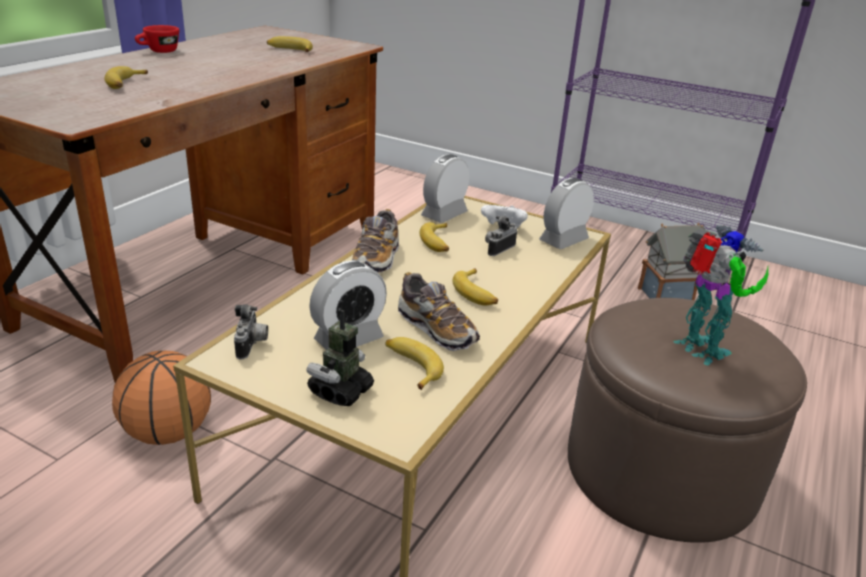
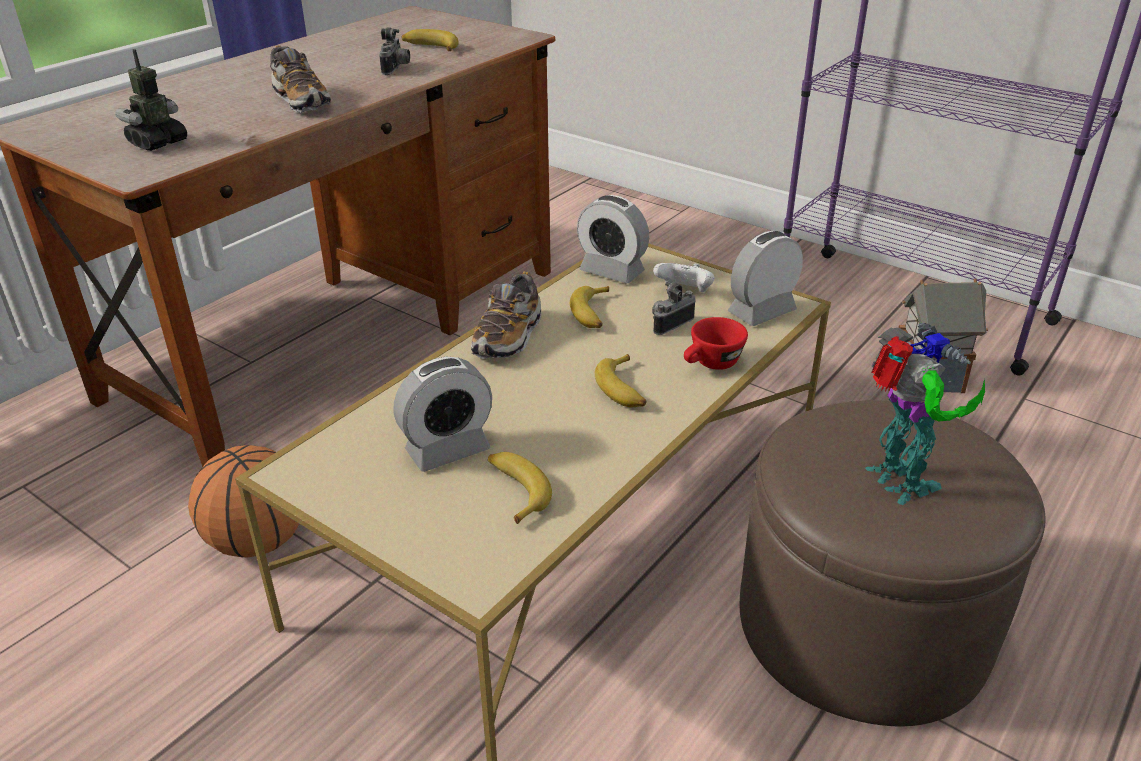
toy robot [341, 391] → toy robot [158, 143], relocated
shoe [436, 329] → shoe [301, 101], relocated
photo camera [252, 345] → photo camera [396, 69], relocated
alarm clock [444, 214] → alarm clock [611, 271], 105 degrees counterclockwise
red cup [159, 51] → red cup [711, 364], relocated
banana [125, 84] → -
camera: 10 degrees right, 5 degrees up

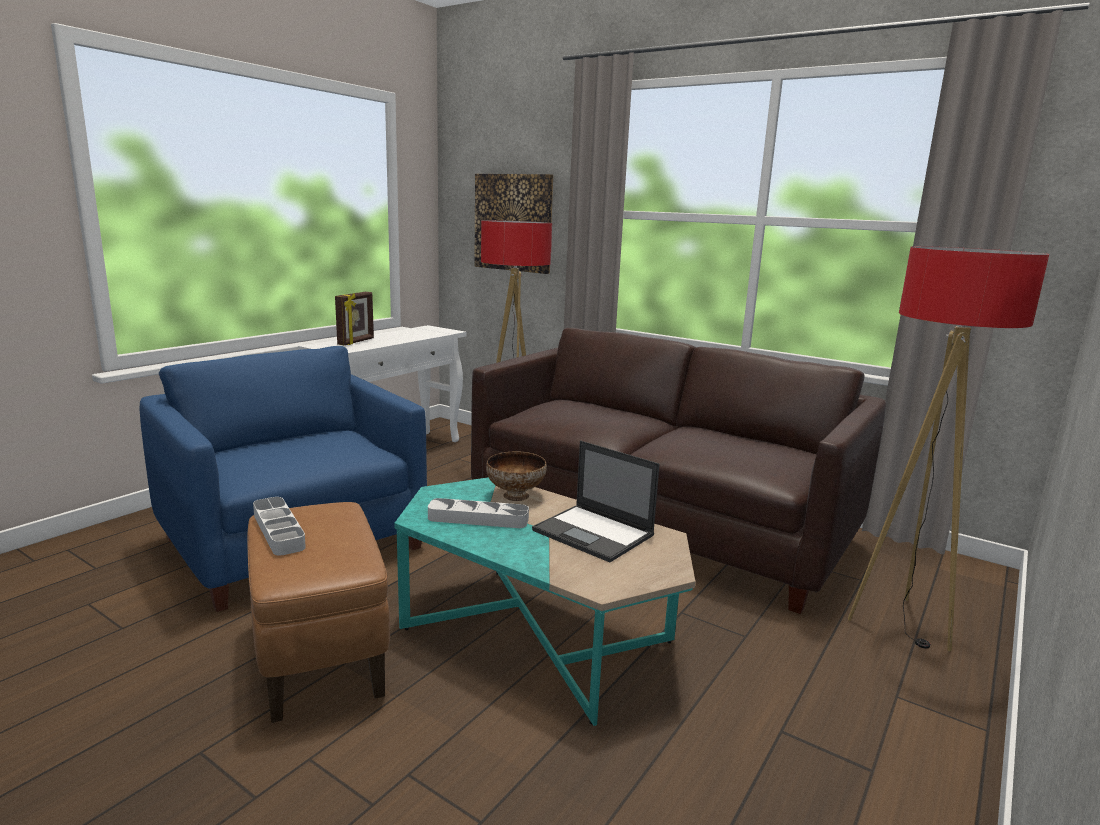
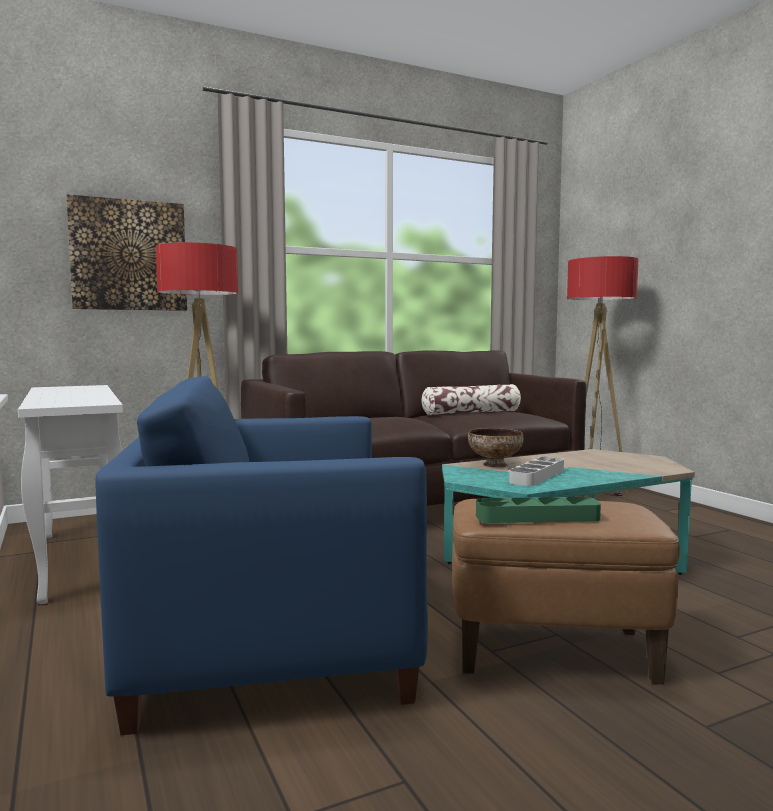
- → pillow [471, 412]
grey tray [278, 530] → green tray [537, 517]
picture frame [356, 342] → -
laptop [594, 533] → -
camera: 60 degrees left, 10 degrees down

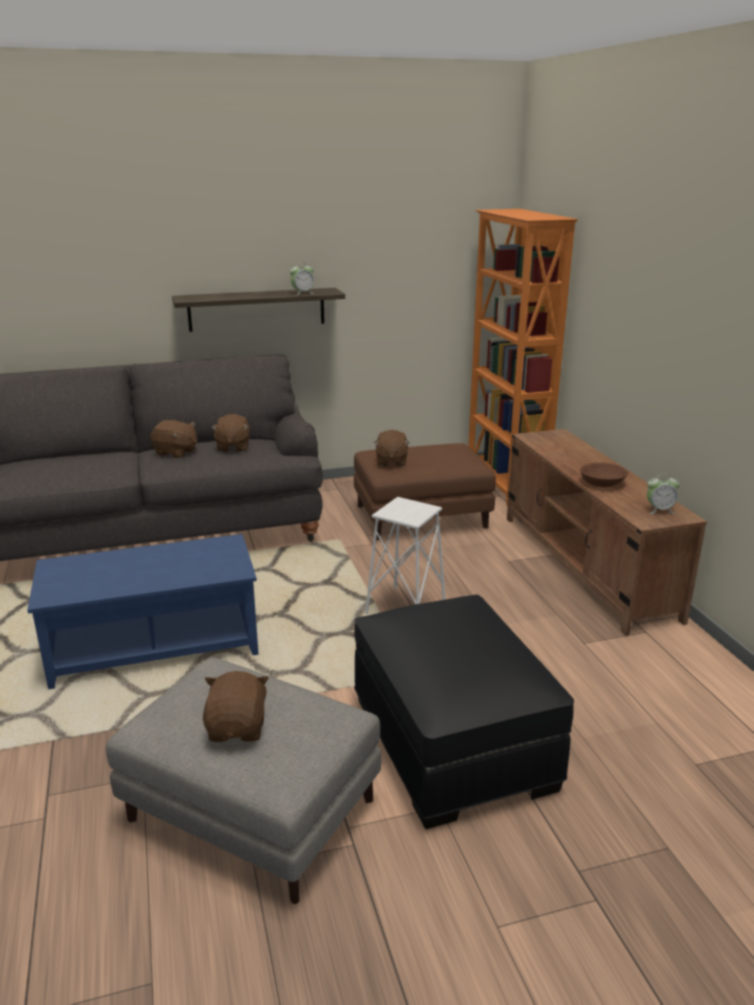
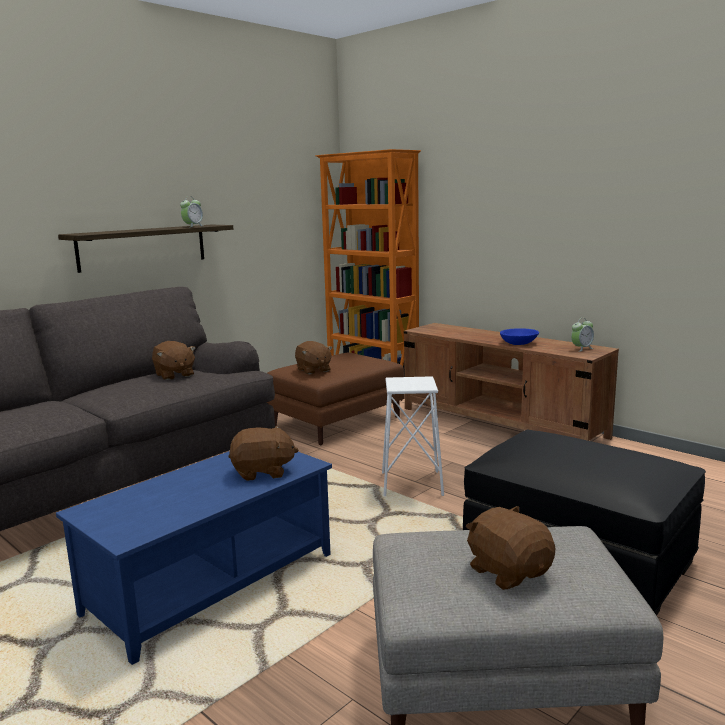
brown plush toy [176, 452] → brown plush toy [263, 472], relocated
brown bowl [602, 483] → blue bowl [518, 343]
camera: 30 degrees left, 10 degrees down

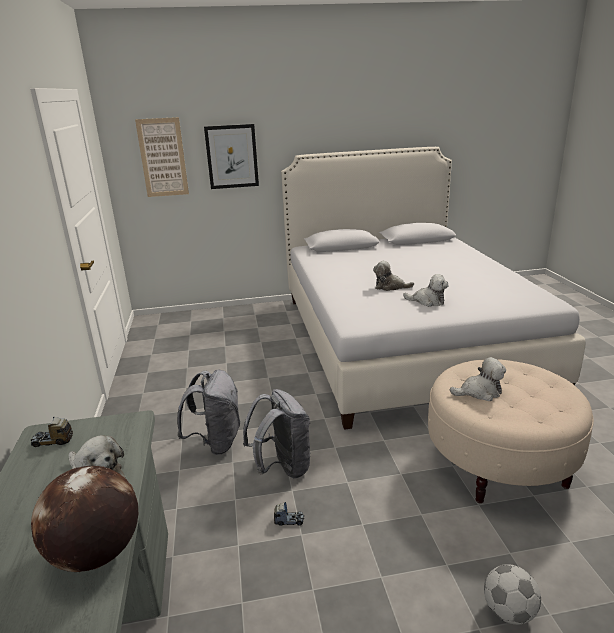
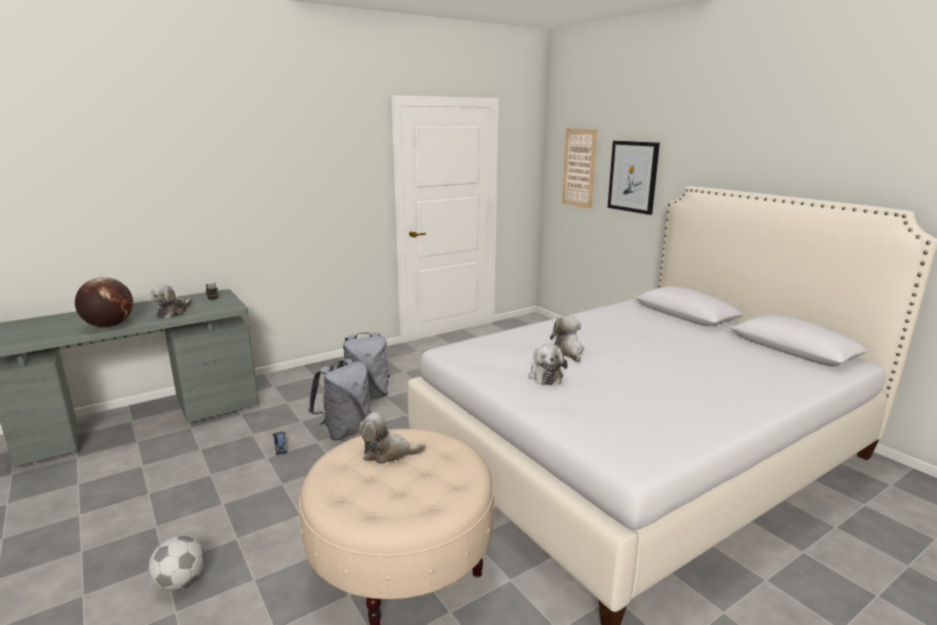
plush toy [479, 392] → plush toy [387, 453], 120 degrees clockwise
camera: 65 degrees right, 5 degrees down

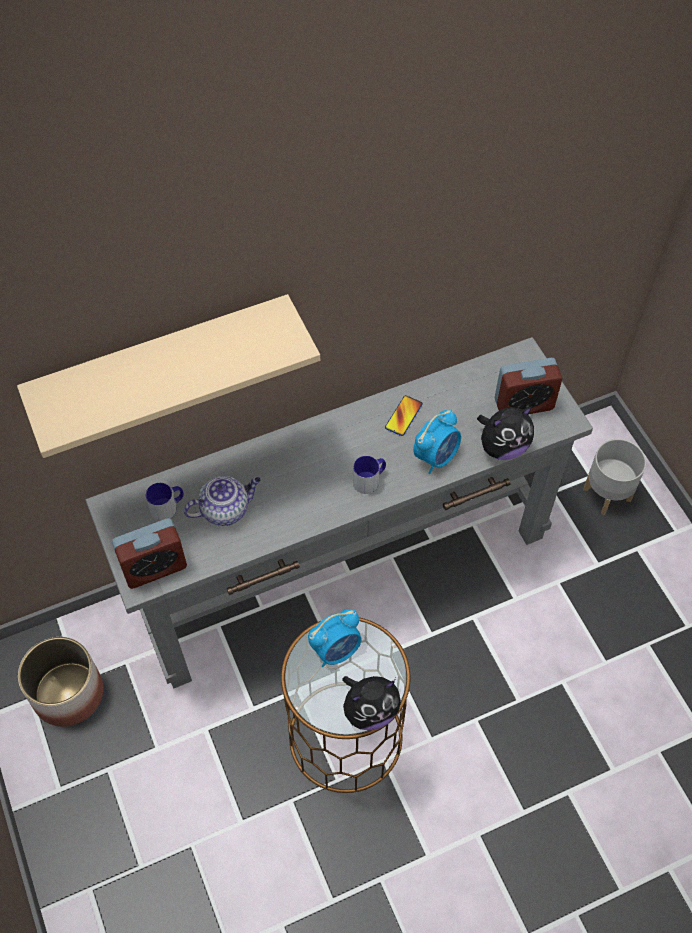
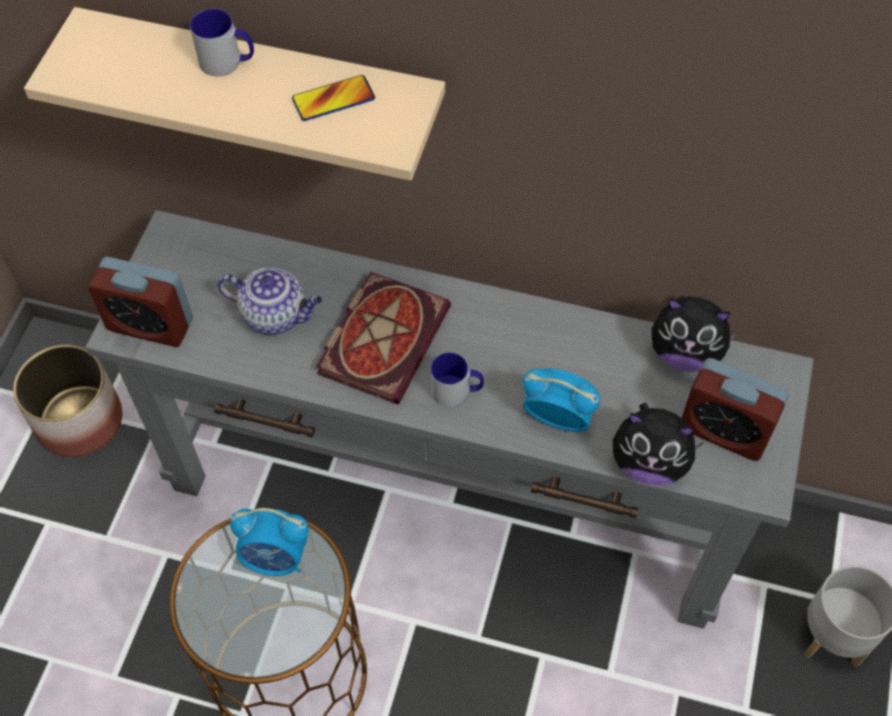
mug [168, 507] → mug [228, 62], relocated
phone [403, 416] → phone [333, 99], relocated
- → book [383, 337]
alarm clock [436, 456] → alarm clock [558, 418], 150 degrees counterclockwise
plush toy [370, 710] → plush toy [685, 353], relocated
camera: 40 degrees right, 0 degrees up

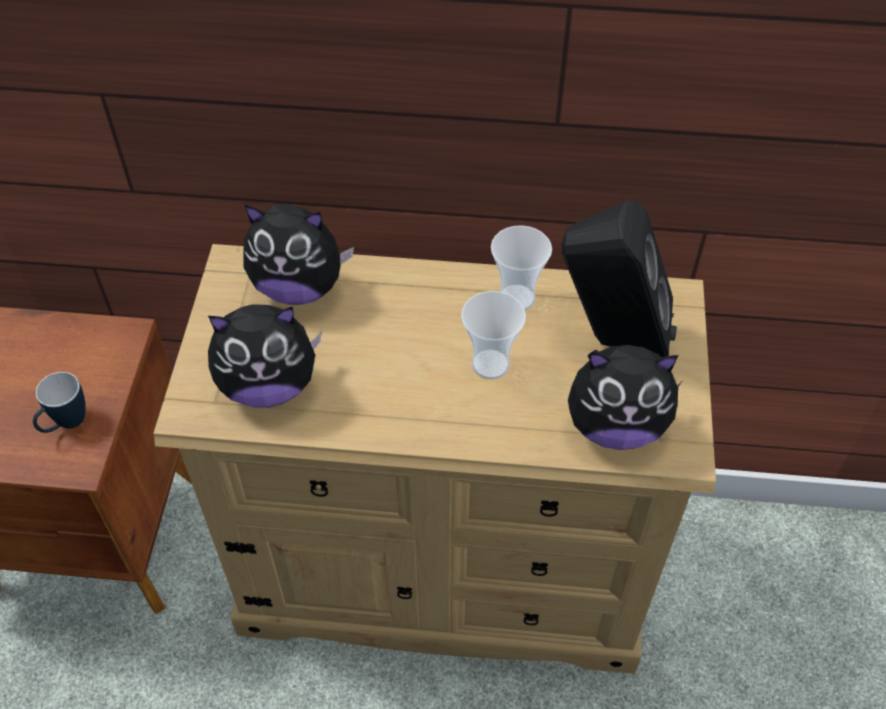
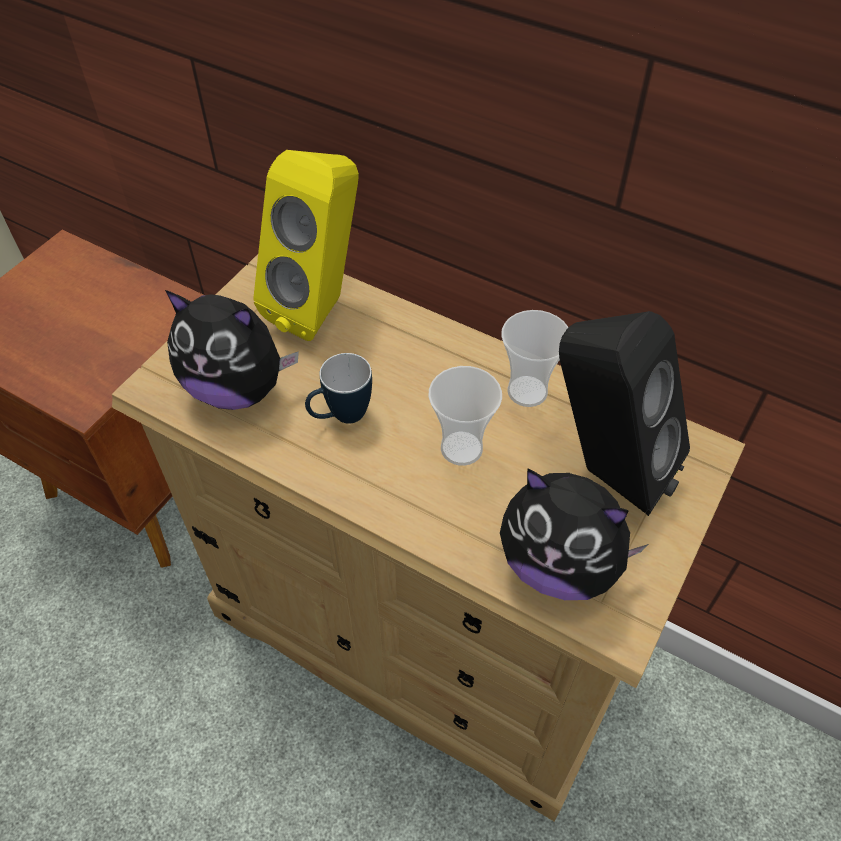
plush toy [299, 287] → yellow speaker [321, 307]
mug [66, 425] → mug [341, 417], relocated
camera: 25 degrees right, 0 degrees up

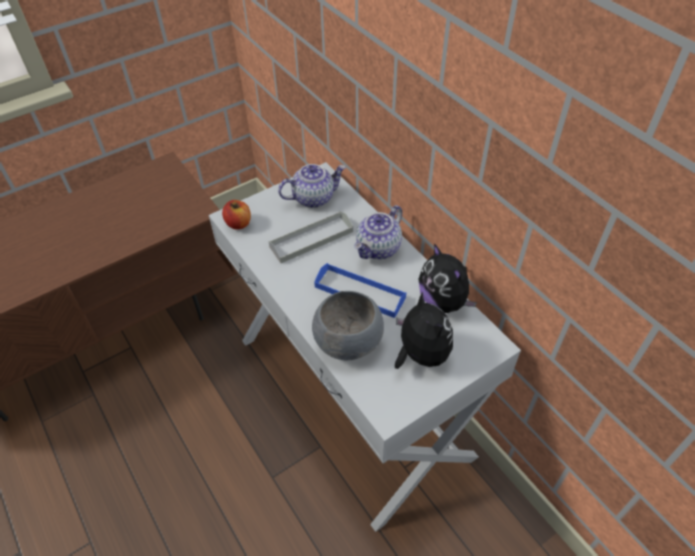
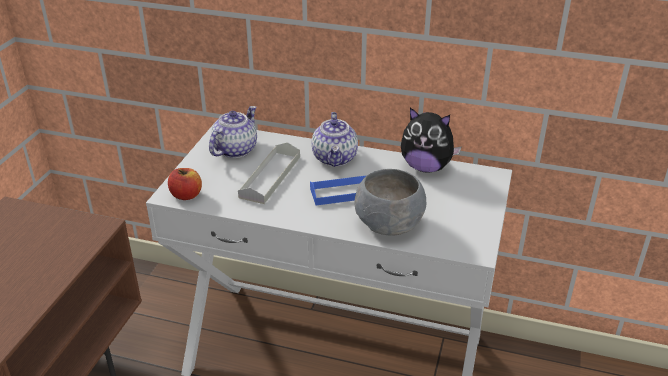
plush toy [420, 354] → -
camera: 40 degrees left, 15 degrees down

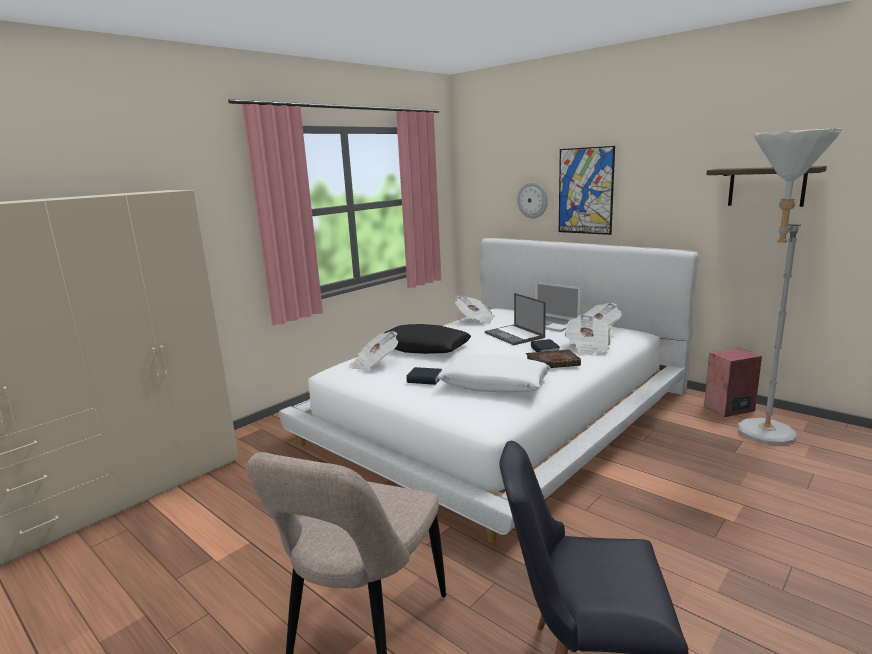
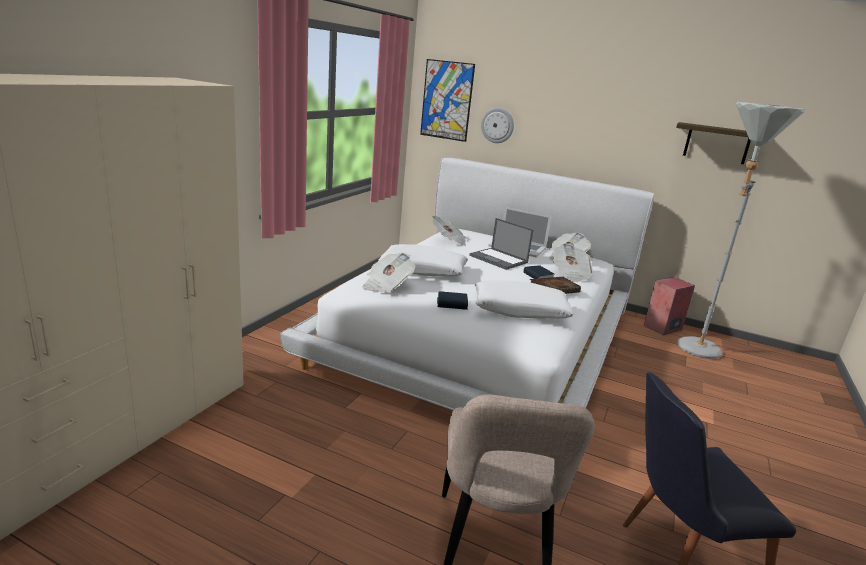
black pillow [424, 348] → white pillow [423, 270]
picture [585, 191] → picture [446, 100], relocated
camera: 20 degrees left, 5 degrees up

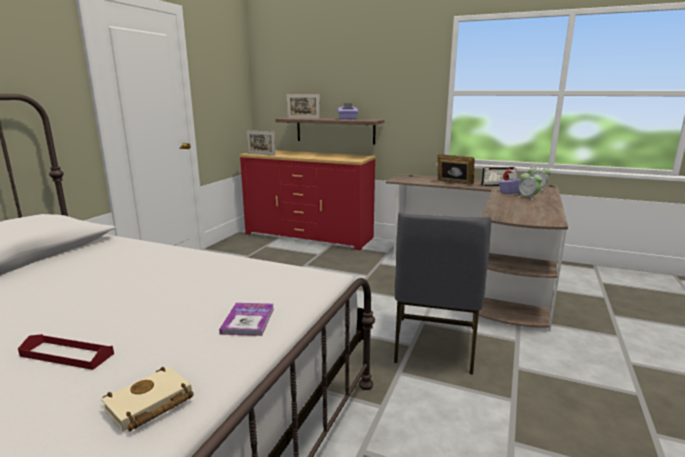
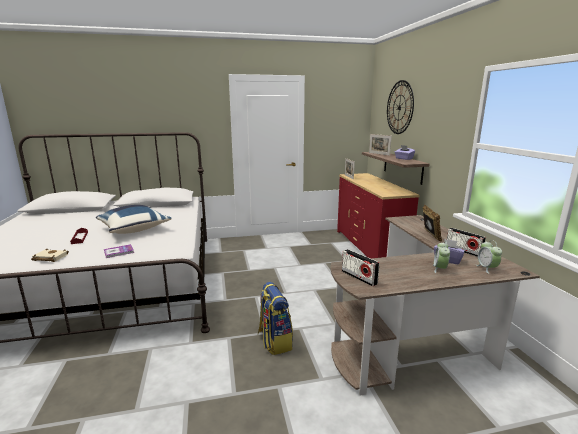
- → blue pillow [134, 229]
grey chair [434, 344] → backpack [274, 341]
- → radio [359, 277]
- → wall clock [399, 107]
camera: 55 degrees right, 0 degrees up

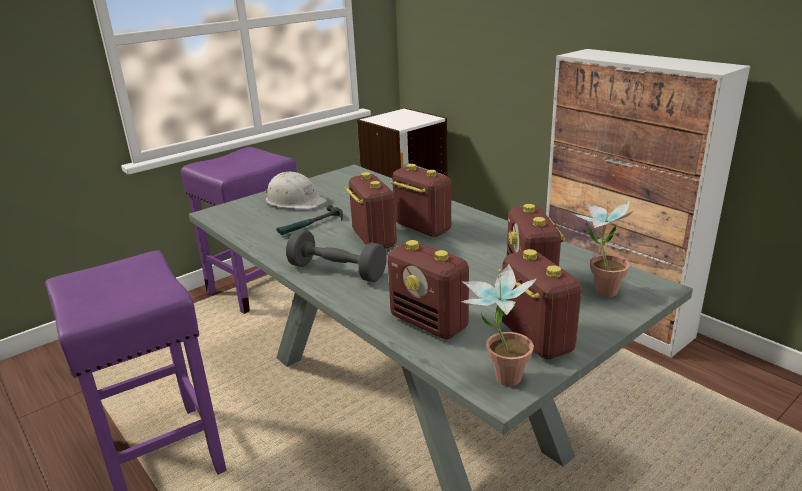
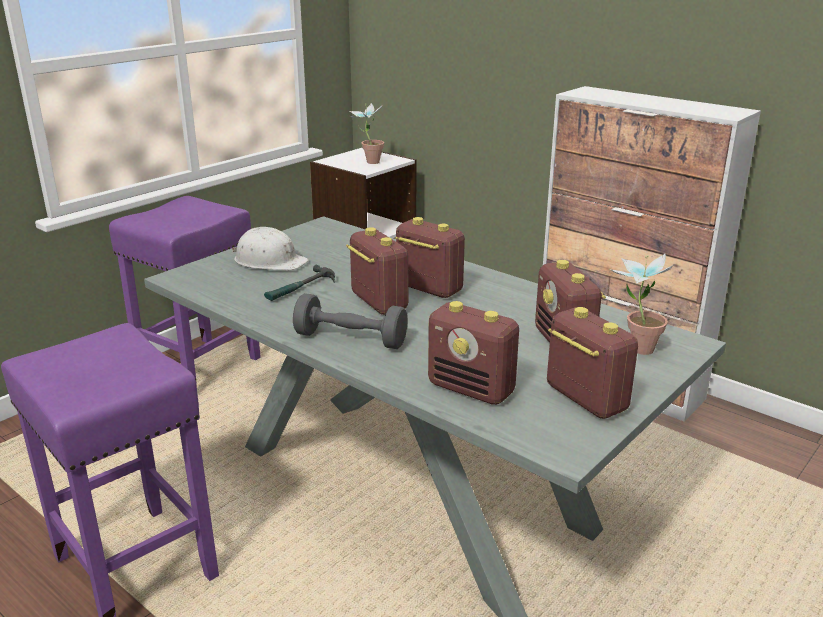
potted plant [498, 376] → potted plant [368, 162], relocated
camera: 10 degrees left, 0 degrees up

